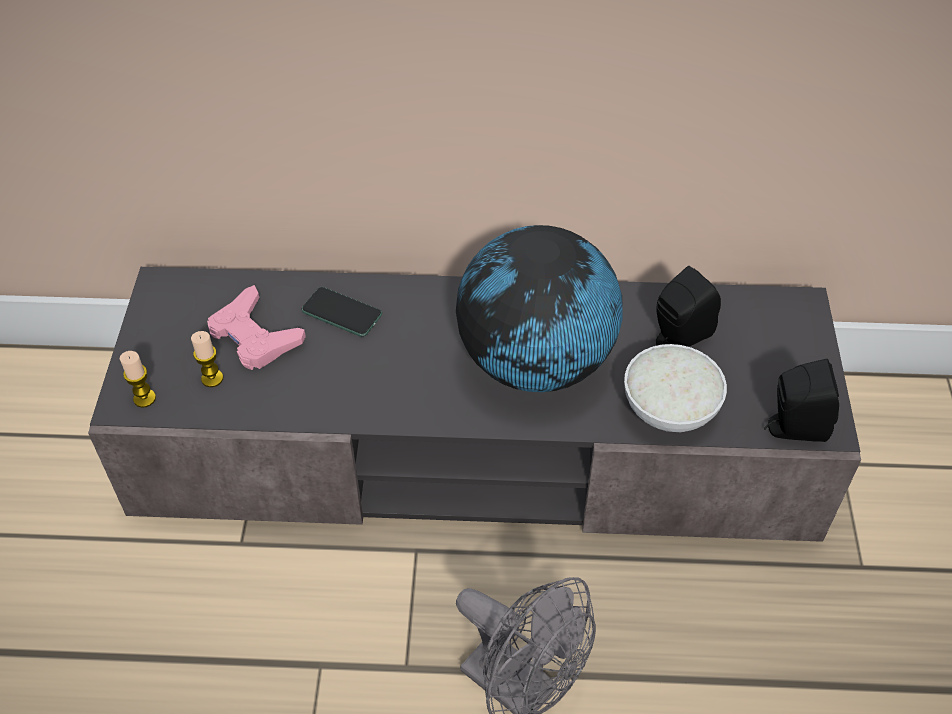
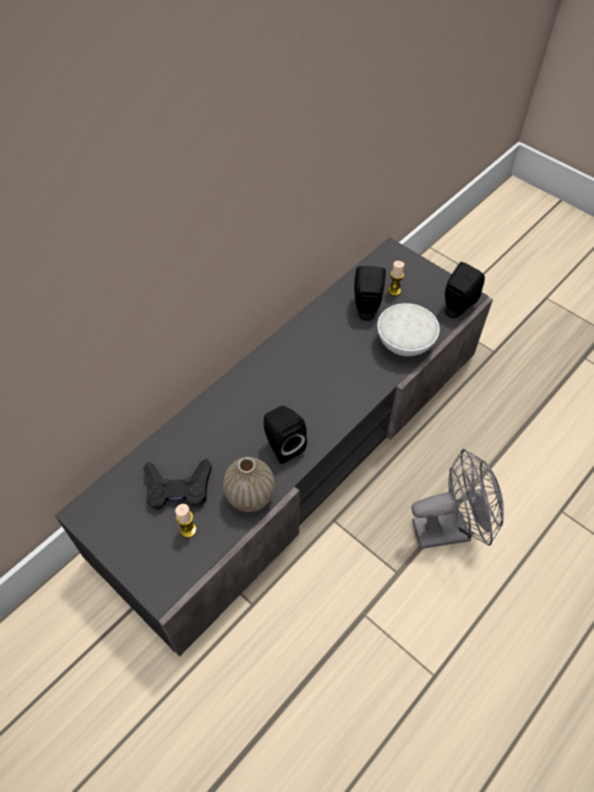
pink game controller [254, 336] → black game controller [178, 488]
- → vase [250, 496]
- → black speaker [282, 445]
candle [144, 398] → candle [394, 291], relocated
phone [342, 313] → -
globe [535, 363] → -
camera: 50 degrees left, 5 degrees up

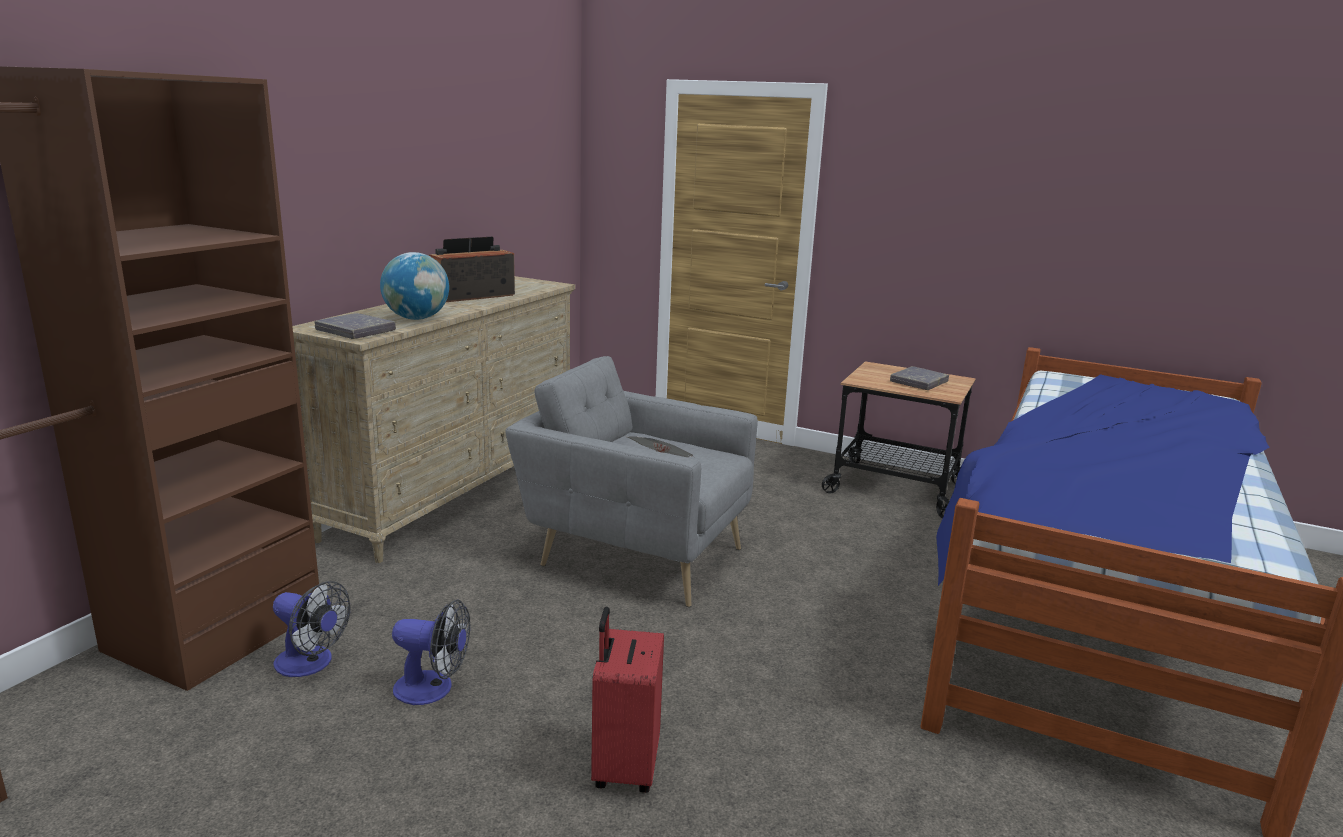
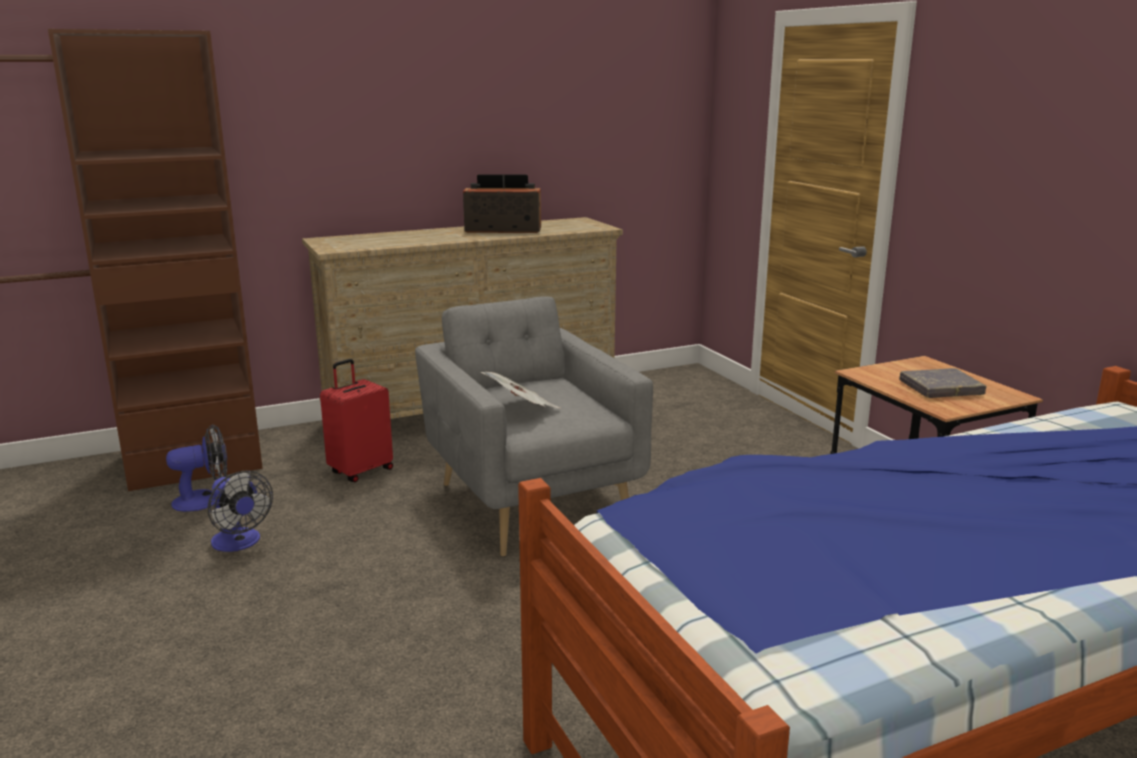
fan [311, 664] → fan [204, 500], 90 degrees counterclockwise
red suitcase [624, 767] → red suitcase [360, 471], relocated
grey book [355, 331] → -
globe [417, 318] → -
camera: 40 degrees right, 0 degrees up

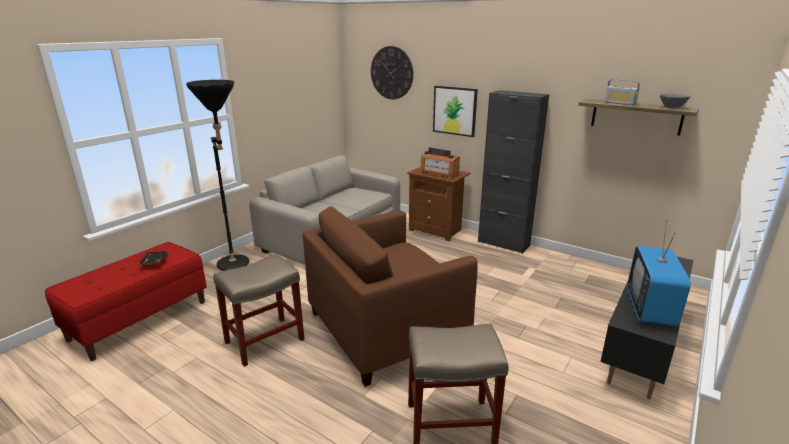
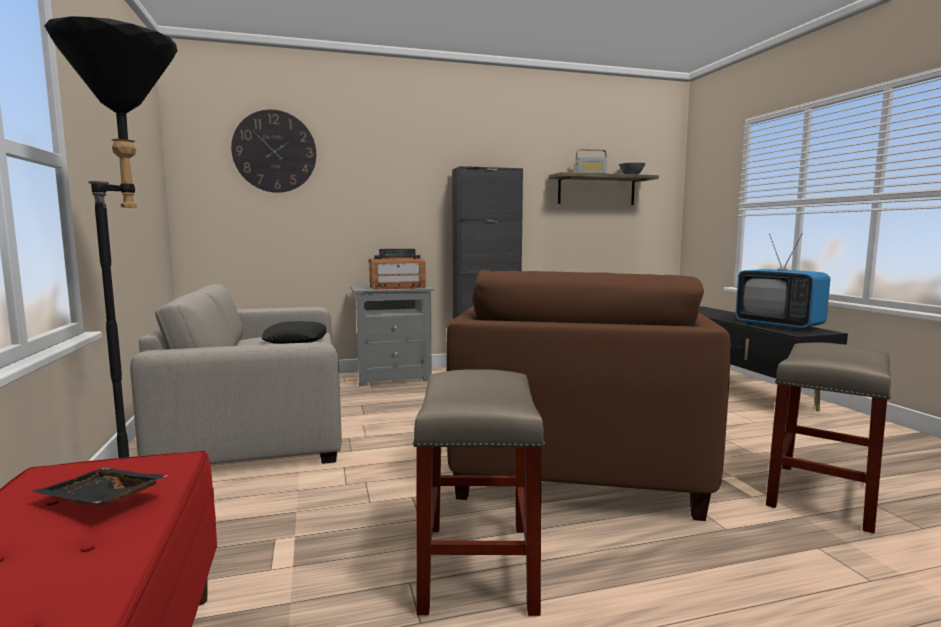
- → black pillow [295, 340]
brown nightstand [437, 230] → grey nightstand [393, 377]
picture [454, 111] → -
camera: 50 degrees left, 15 degrees down

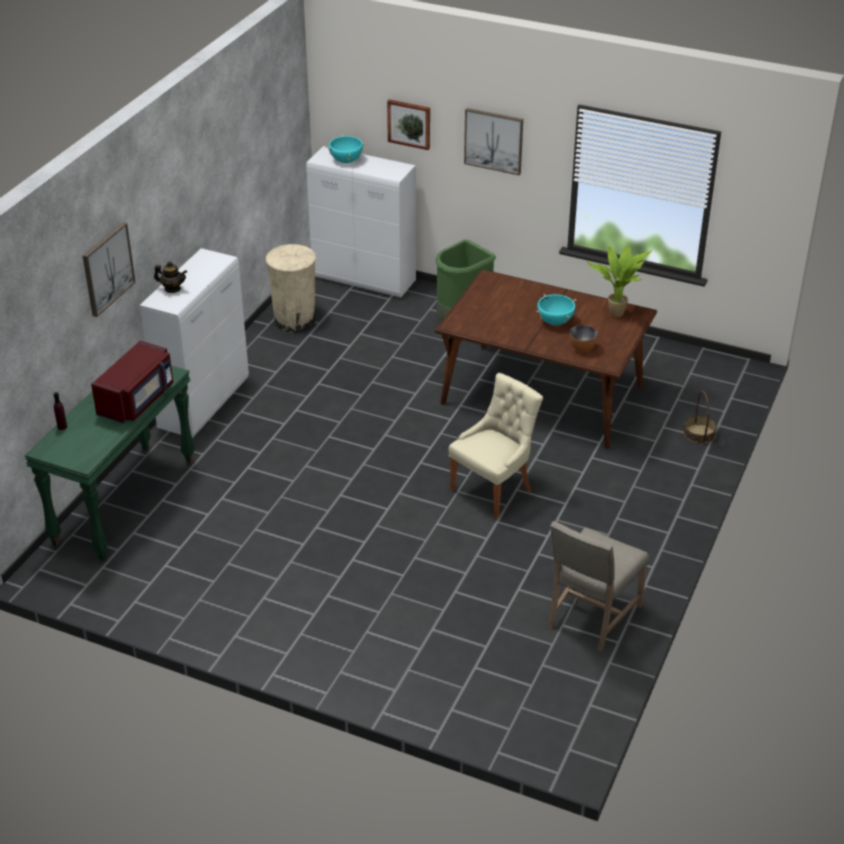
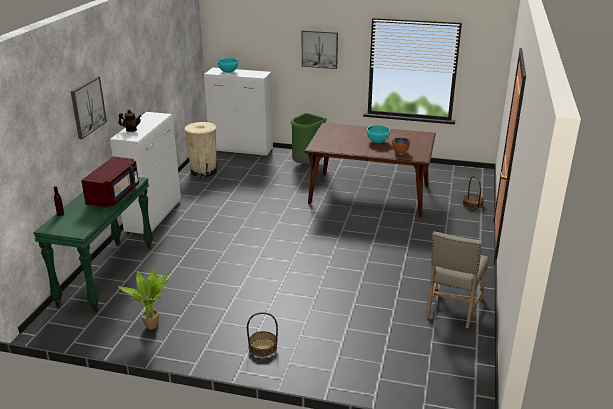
potted plant [617, 313] → potted plant [152, 325], relocated
- → basket [263, 347]
picture [409, 124] → -
beige chair [493, 489] → -
camera: 10 degrees left, 10 degrees down

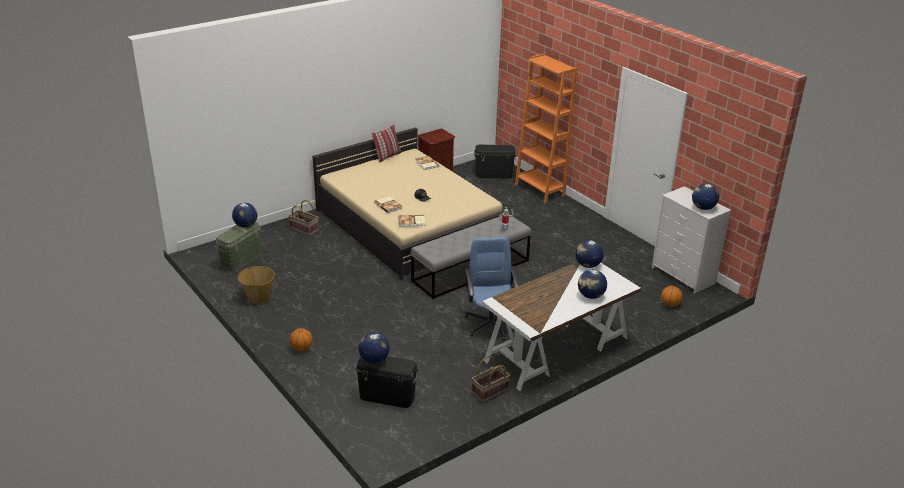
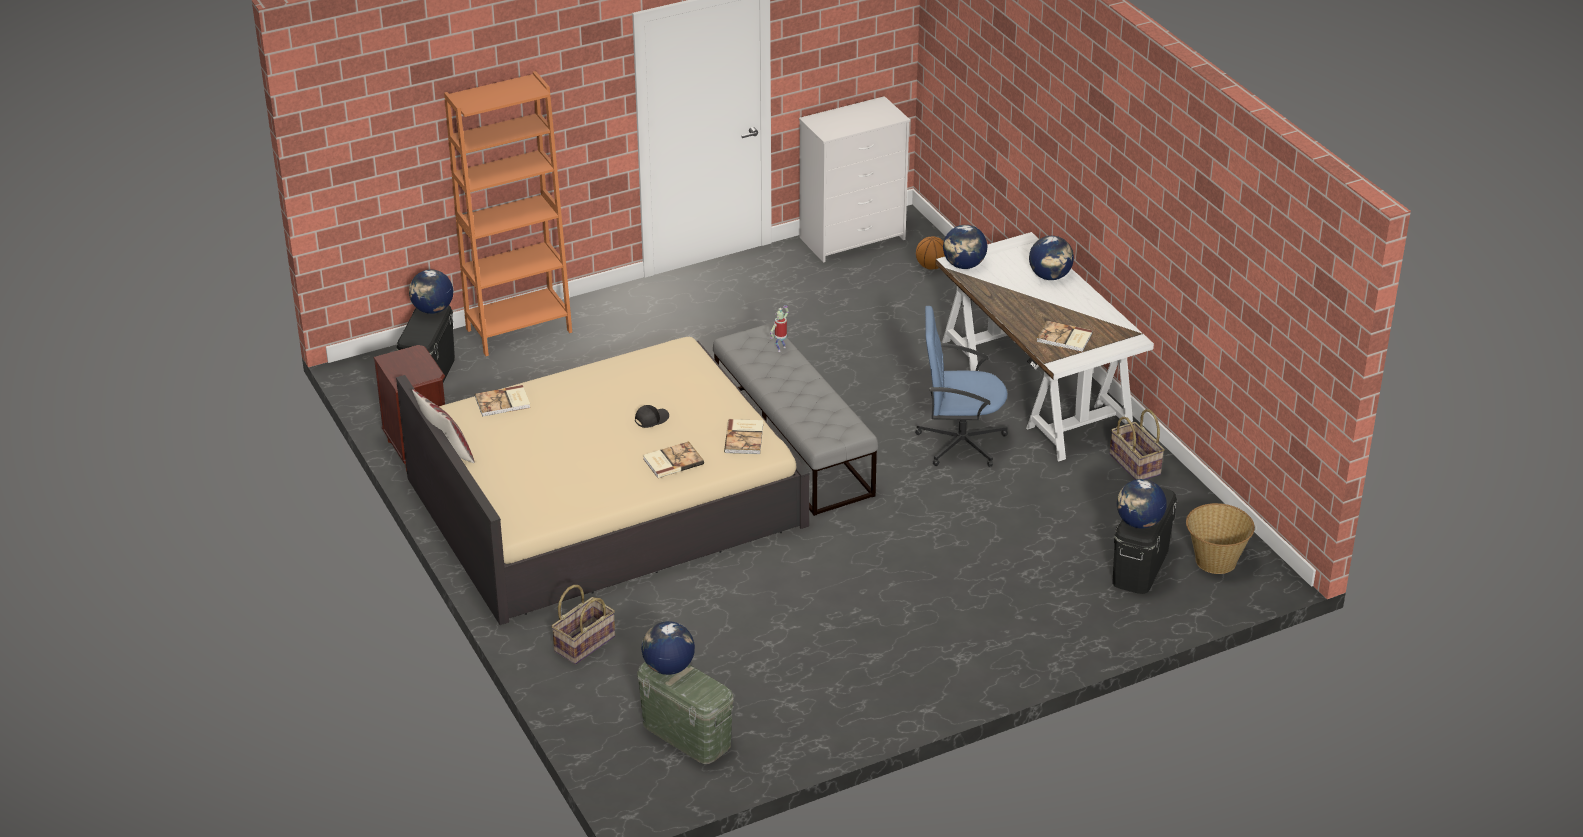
globe [703, 208] → globe [432, 310], relocated
- → book [1064, 338]
basket [258, 297] → basket [1215, 561], relocated
basketball [302, 348] → -
camera: 80 degrees left, 5 degrees up

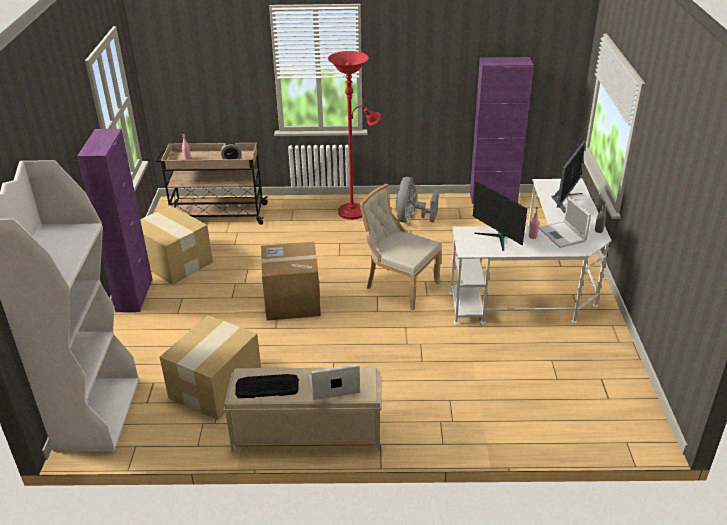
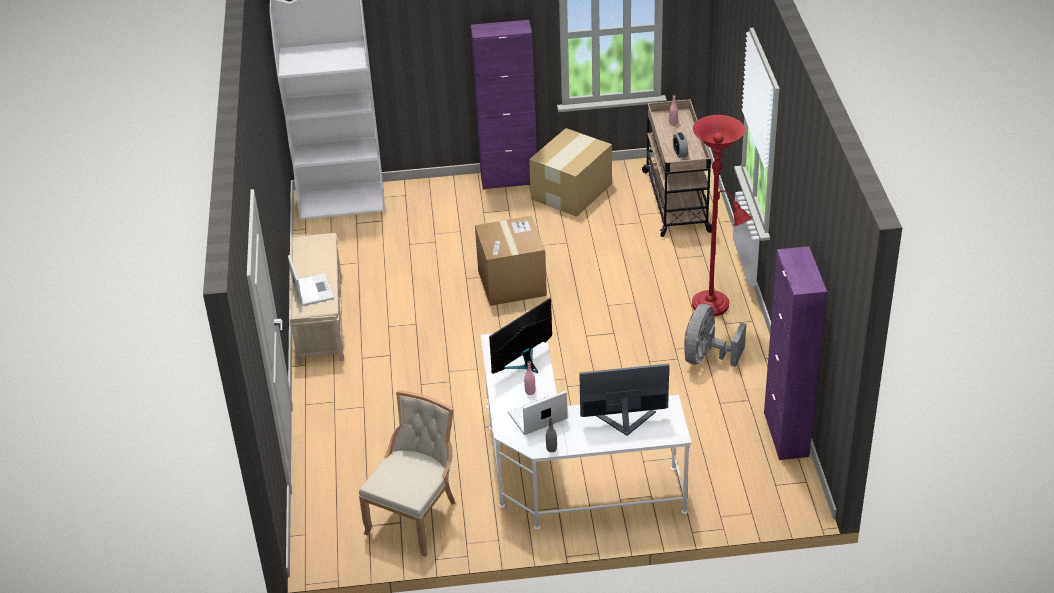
beige chair [399, 286] → beige chair [415, 516], relocated
monitor [565, 200] → monitor [624, 422], 150 degrees clockwise
grey fan [411, 219] → grey fan [706, 357], 75 degrees counterclockwise
cardboard box [214, 386] → -
keyboard [267, 386] → -
camera: 85 degrees right, 5 degrees up

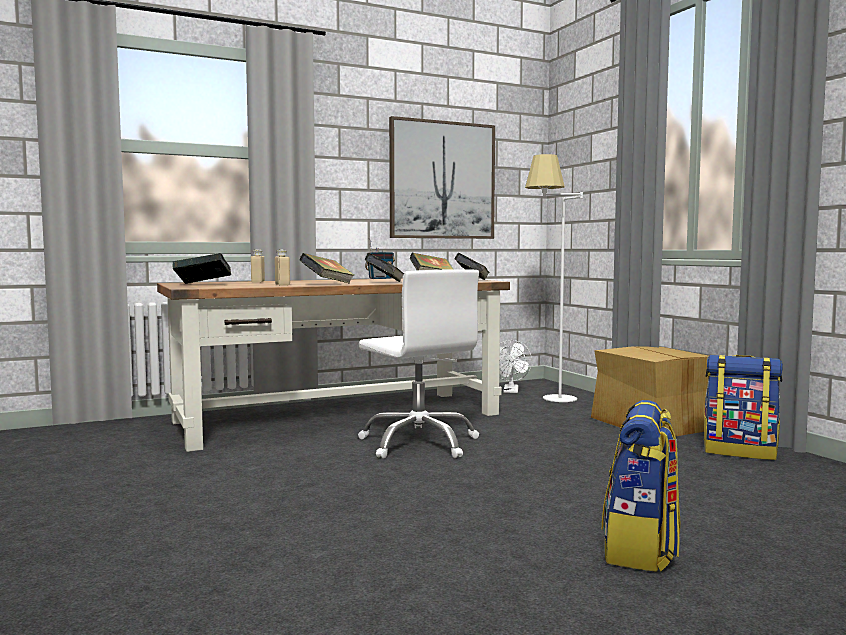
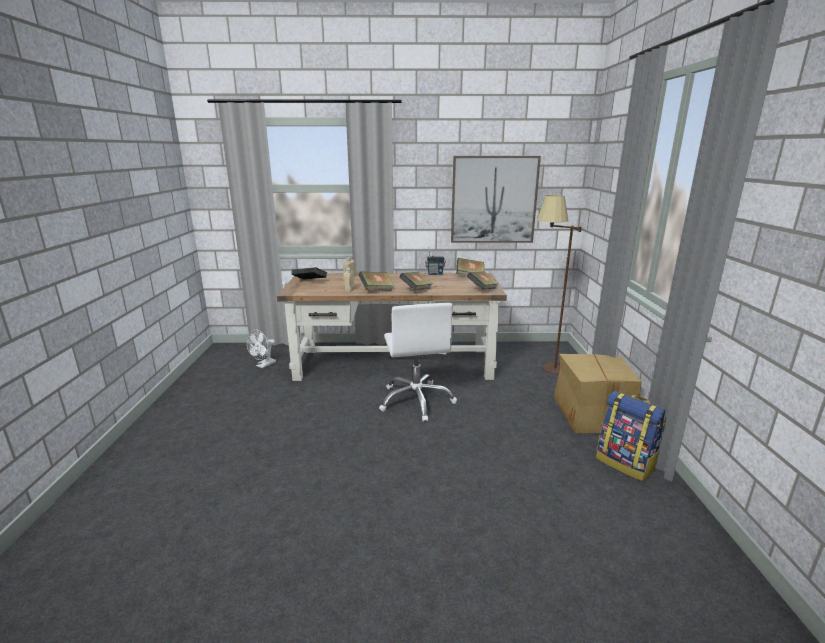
white fan [511, 391] → white fan [263, 365], relocated
white floor lamp [550, 401] → brown floor lamp [545, 370]
backpack [641, 550] → -
camera: 25 degrees right, 15 degrees up

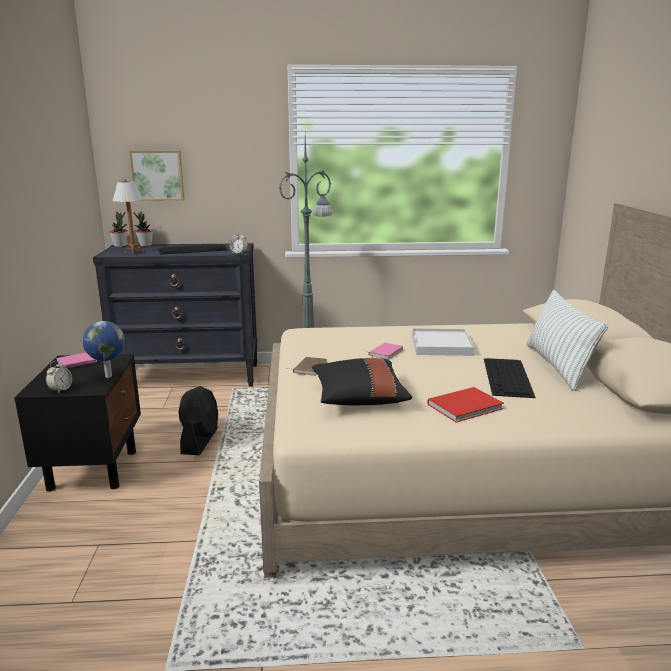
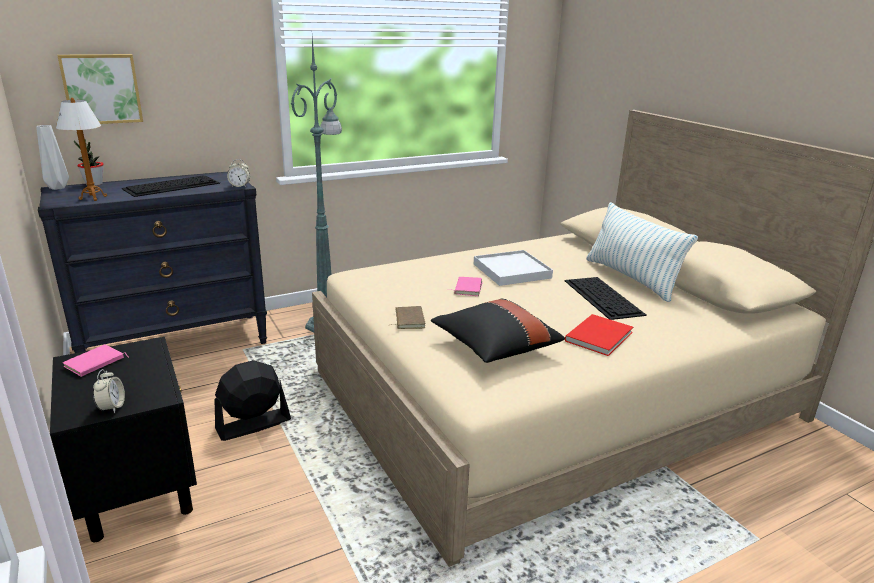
potted plant [120, 245] → grey vase [56, 188]
black fan [200, 441] → black fan [253, 424], 105 degrees counterclockwise
globe [107, 376] → -
camera: 25 degrees left, 5 degrees up

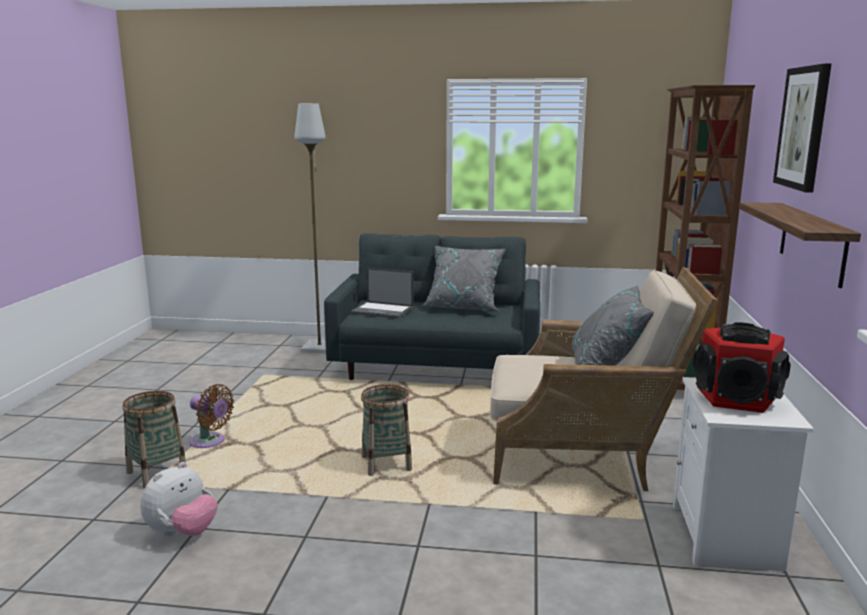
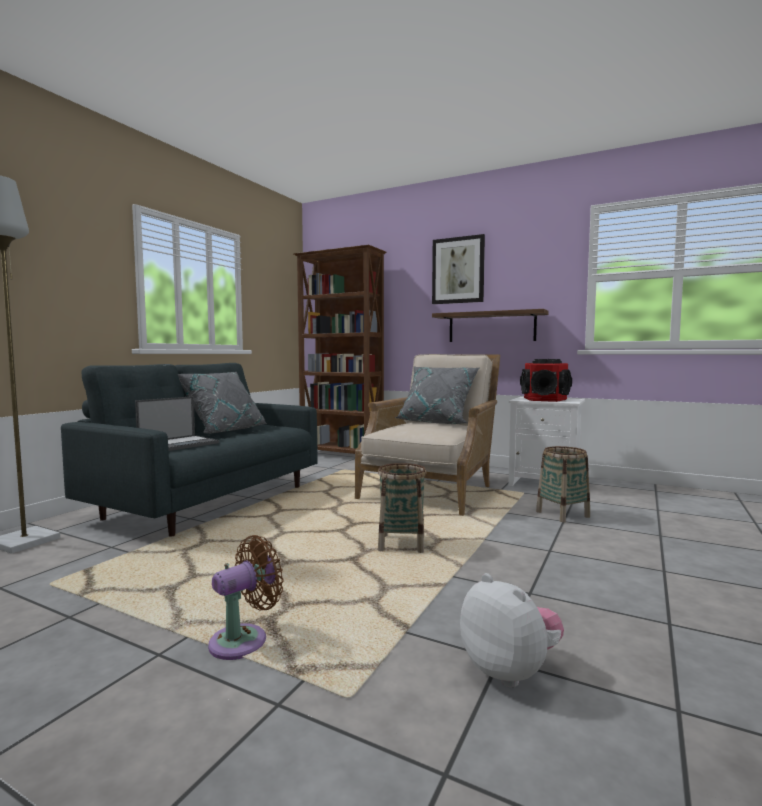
basket [157, 472] → basket [562, 514], relocated
camera: 70 degrees left, 10 degrees down

